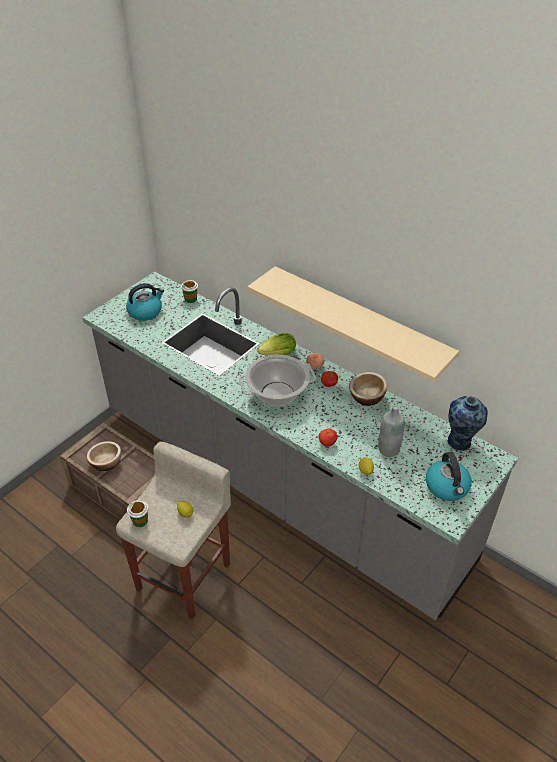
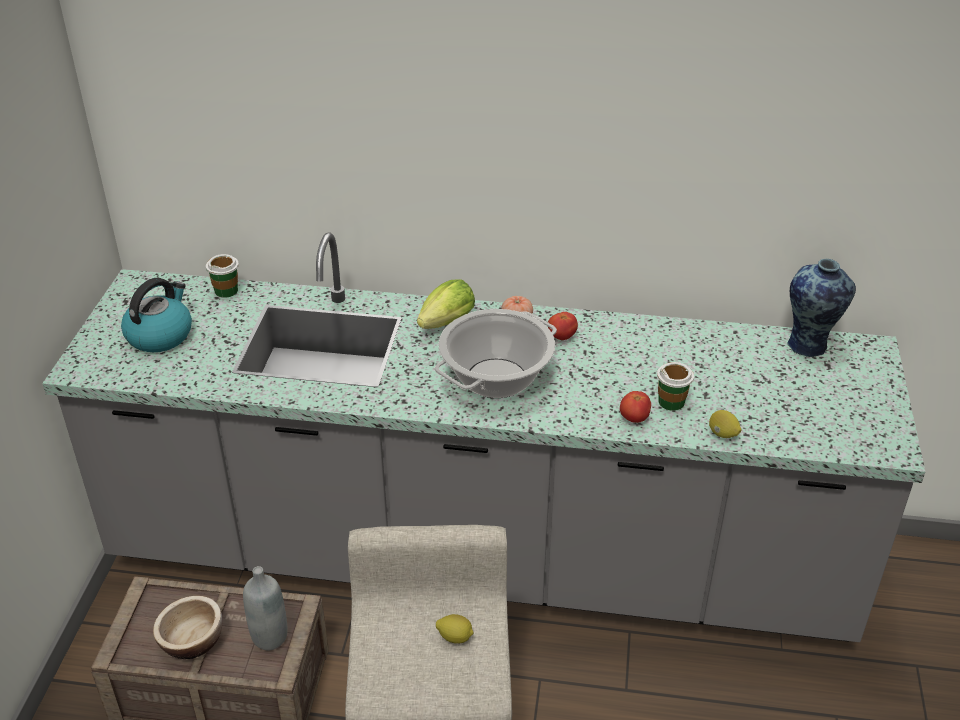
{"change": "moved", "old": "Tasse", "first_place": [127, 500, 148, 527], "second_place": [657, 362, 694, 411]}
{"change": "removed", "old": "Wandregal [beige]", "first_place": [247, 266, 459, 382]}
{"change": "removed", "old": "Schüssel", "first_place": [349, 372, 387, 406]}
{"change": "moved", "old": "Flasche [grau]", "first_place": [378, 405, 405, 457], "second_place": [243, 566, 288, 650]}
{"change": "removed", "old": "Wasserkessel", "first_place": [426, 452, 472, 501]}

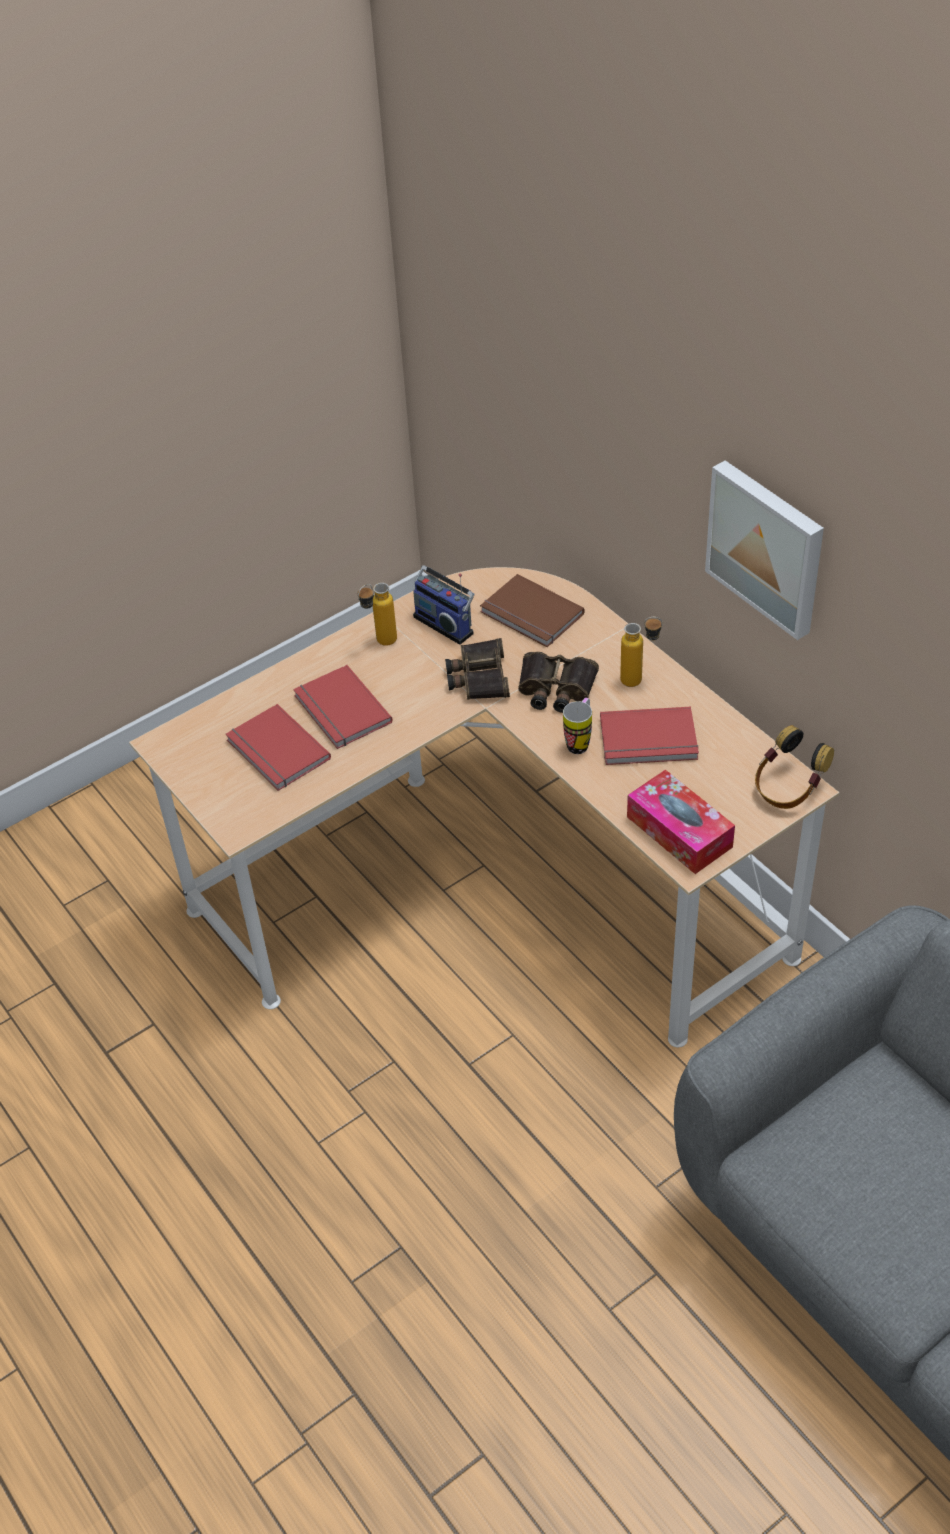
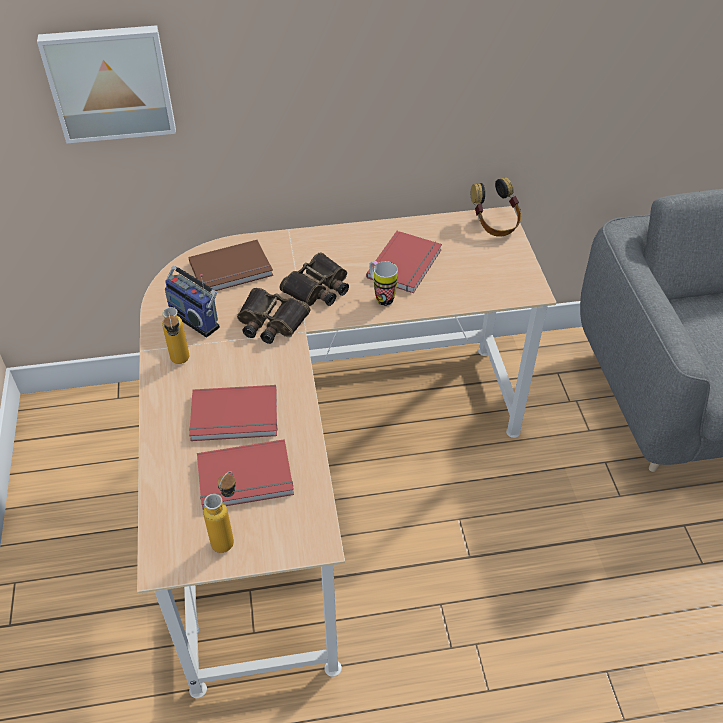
{"change": "turned", "old": "Radio", "first_place": [413, 565, 474, 645], "second_place": [165, 266, 220, 338], "degrees": 60}
{"change": "moved", "old": "Flasche", "first_place": [620, 617, 663, 687], "second_place": [203, 471, 236, 553]}
{"change": "removed", "old": "Taschentuchbox", "first_place": [627, 770, 735, 874]}
{"change": "moved", "old": "Bild", "first_place": [705, 460, 824, 640], "second_place": [37, 25, 176, 144]}

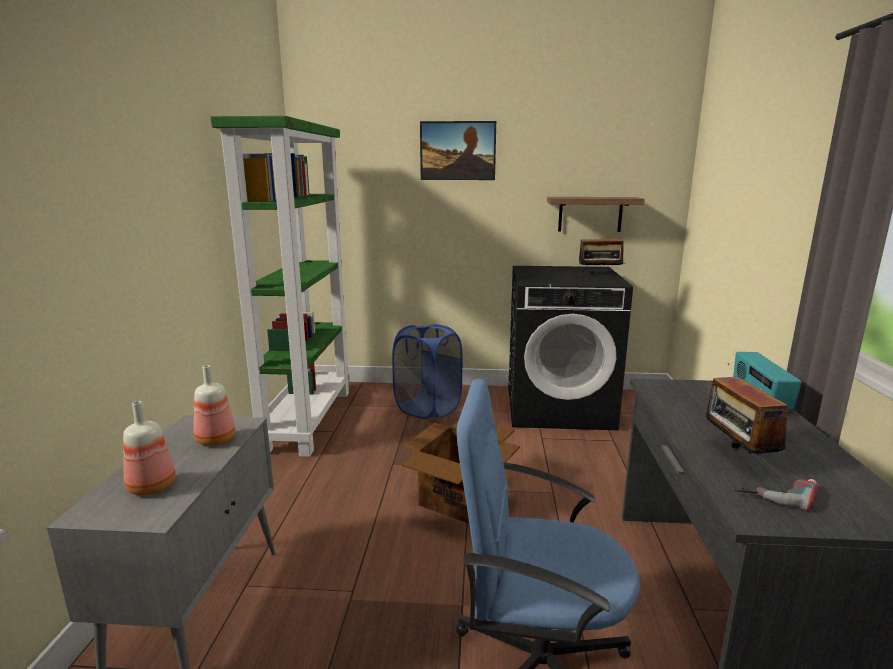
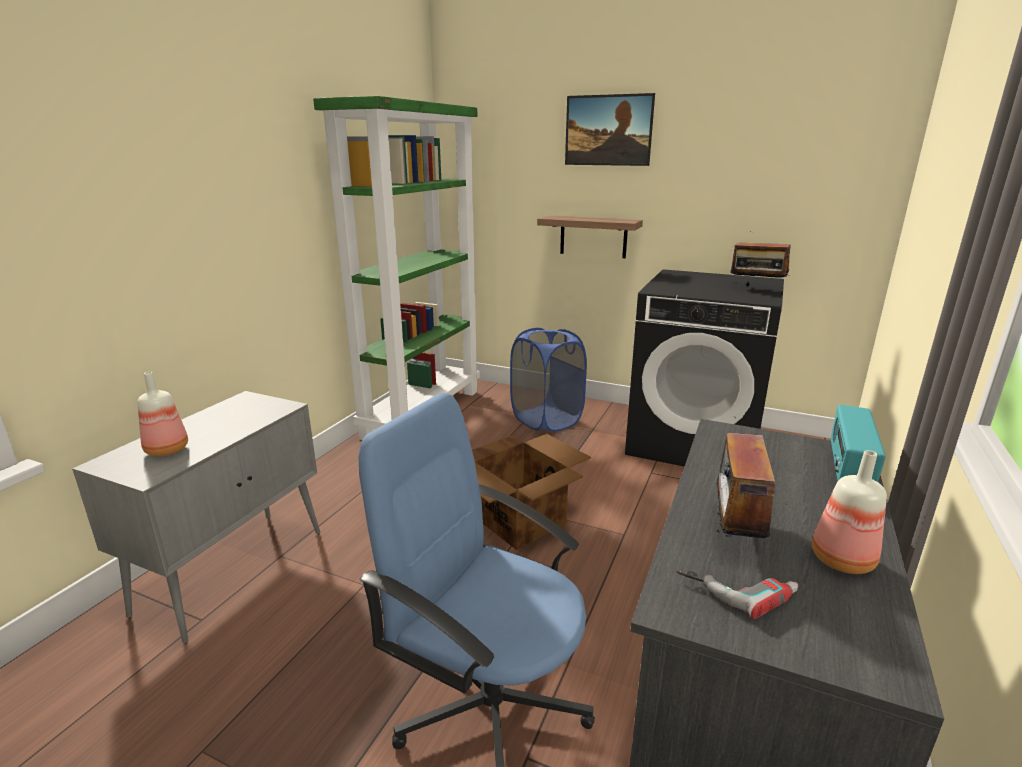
{"change": "moved", "old": "Flasche", "first_place": [194, 365, 236, 446], "second_place": [812, 450, 887, 574]}
{"change": "moved", "old": "Wandregal", "first_place": [547, 197, 645, 232], "second_place": [537, 215, 643, 258]}

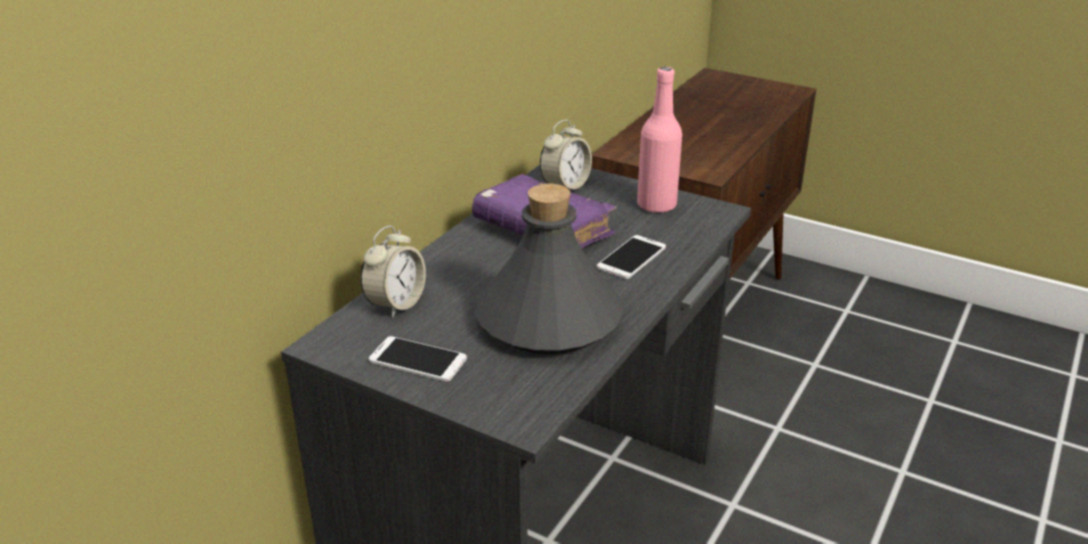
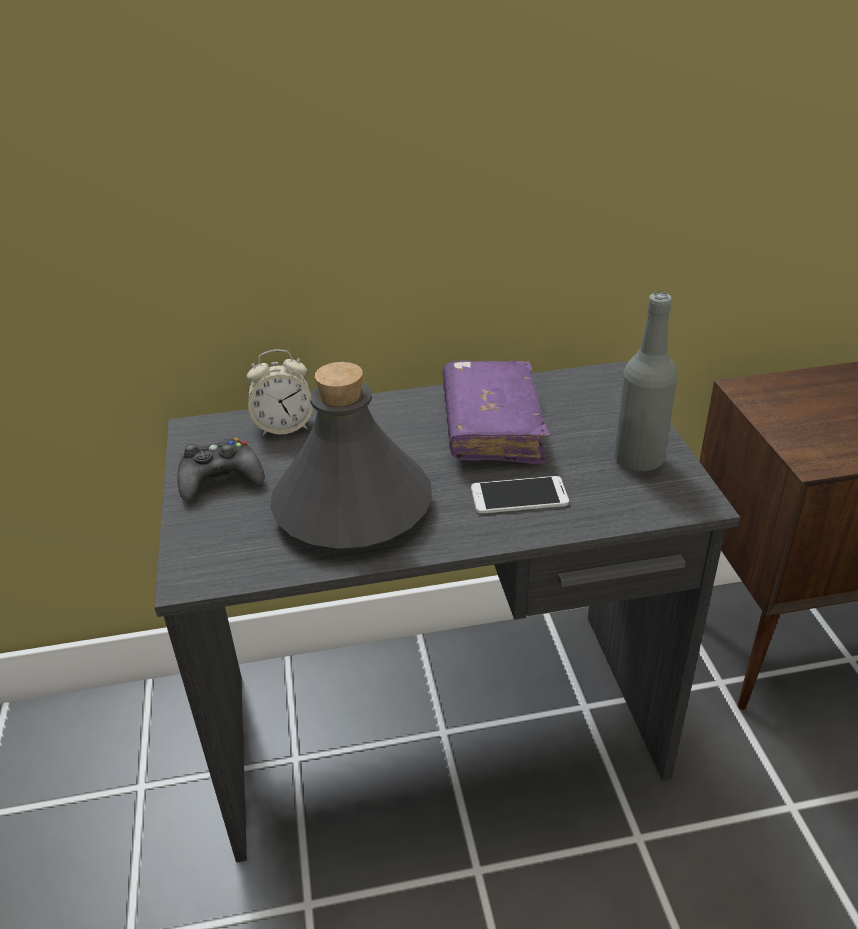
{"change": "replaced", "old": "Handy", "new": "Gamepad [schwarz]", "first_place": [369, 336, 467, 382], "second_place": [177, 438, 265, 501]}
{"change": "removed", "old": "Wecker", "first_place": [540, 120, 592, 189]}
{"change": "recoloured", "old": "Flasche [rosa]", "new": "Flasche [grau]", "first_place": [637, 67, 682, 213], "second_place": [614, 292, 678, 472]}

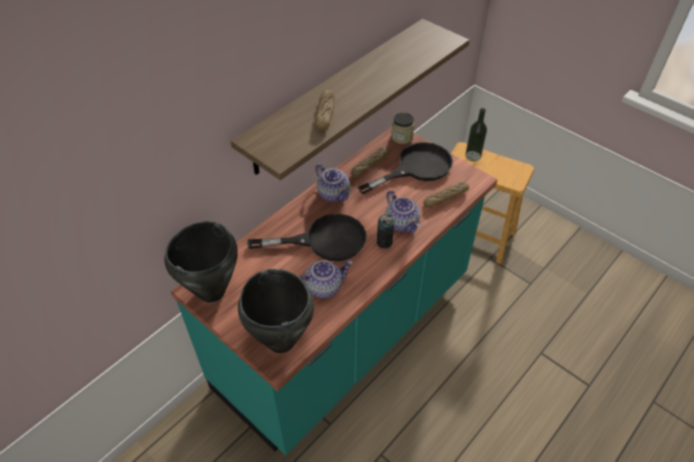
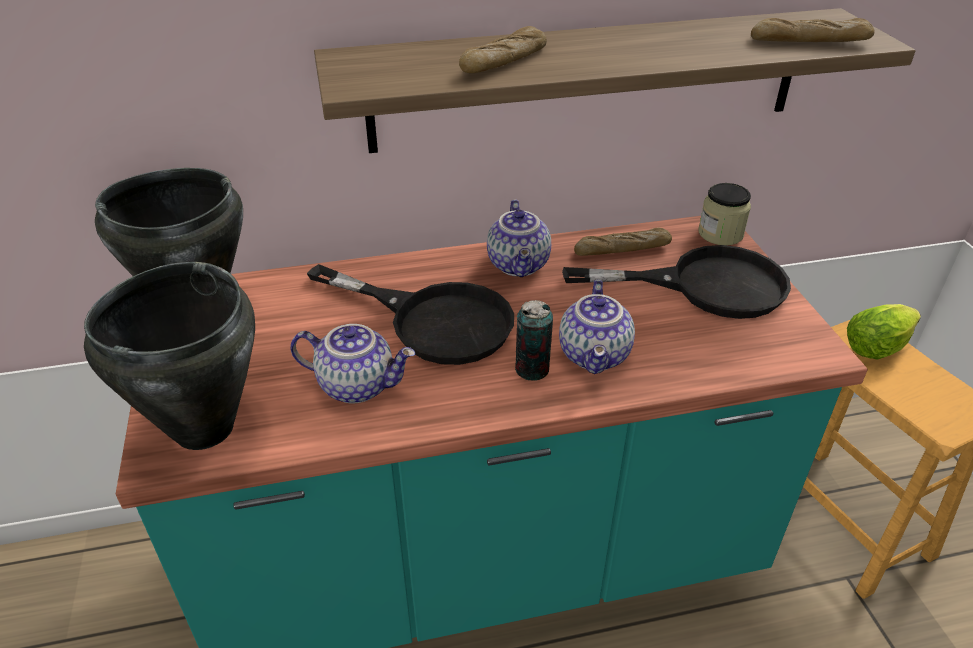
{"change": "moved", "old": "Brot", "first_place": [423, 182, 469, 207], "second_place": [751, 18, 874, 42]}
{"change": "replaced", "old": "Flasche", "new": "Salatkopf", "first_place": [465, 108, 487, 161], "second_place": [847, 304, 921, 360]}

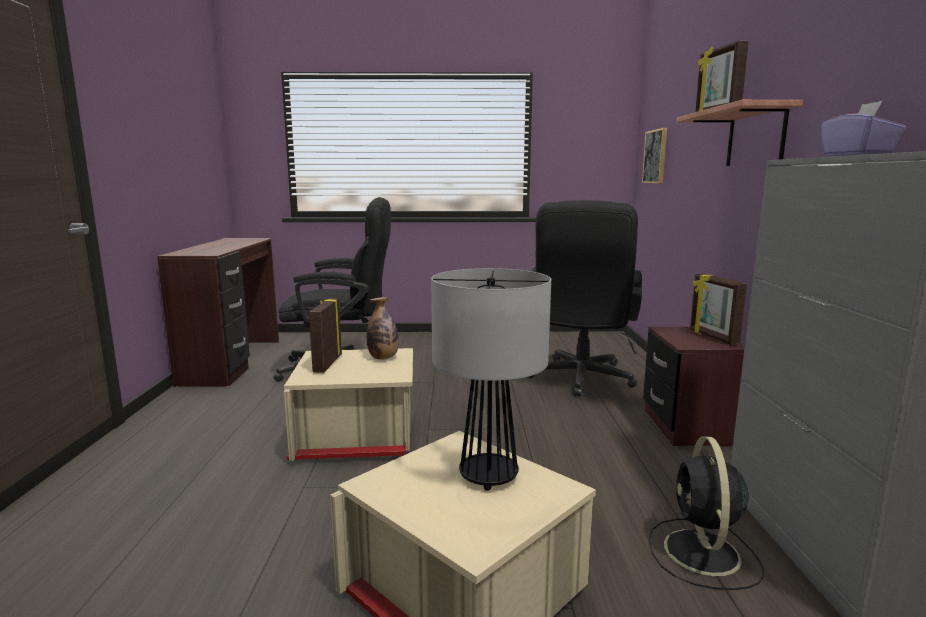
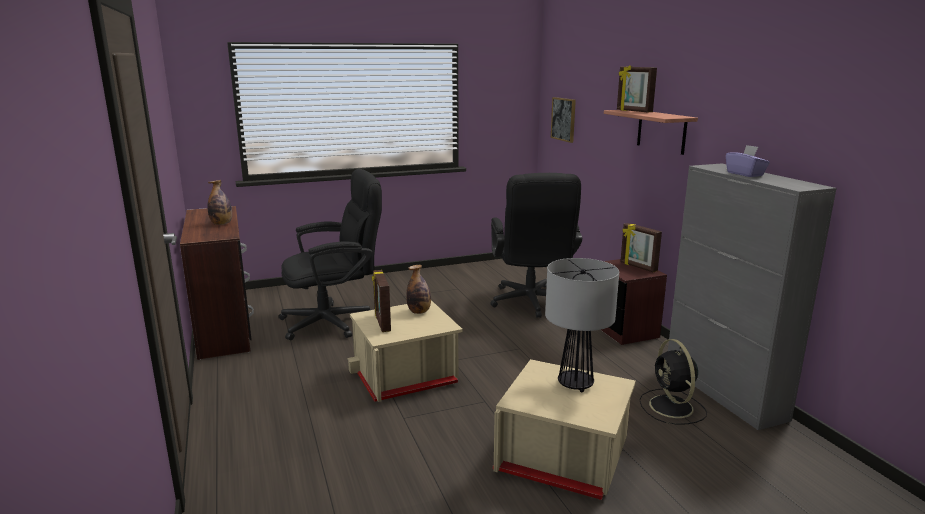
{"change": "added", "new": "Flasche", "second_place": [207, 180, 232, 225]}

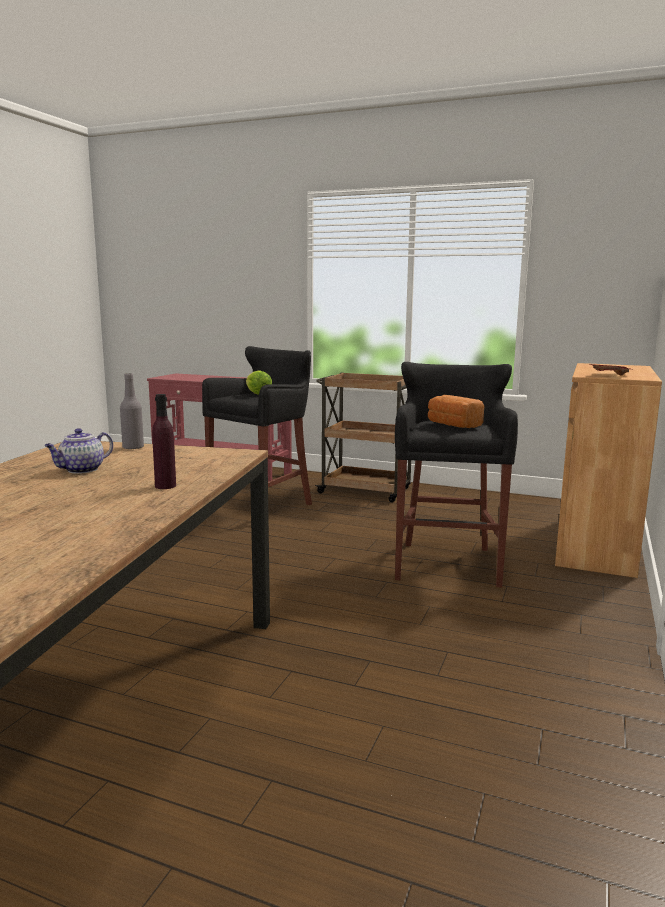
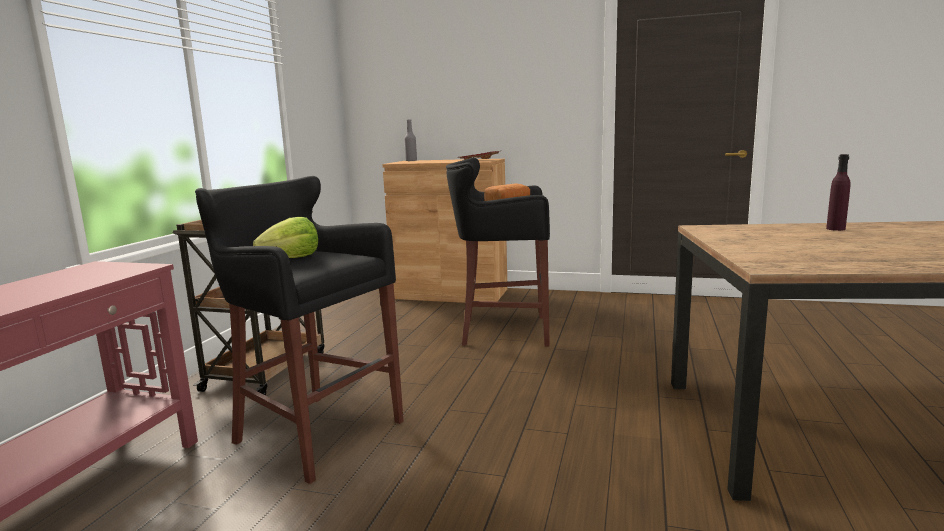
{"change": "removed", "old": "Teekanne", "first_place": [44, 428, 113, 474]}
{"change": "moved", "old": "Flasche [grau]", "first_place": [120, 373, 144, 449], "second_place": [404, 119, 417, 161]}

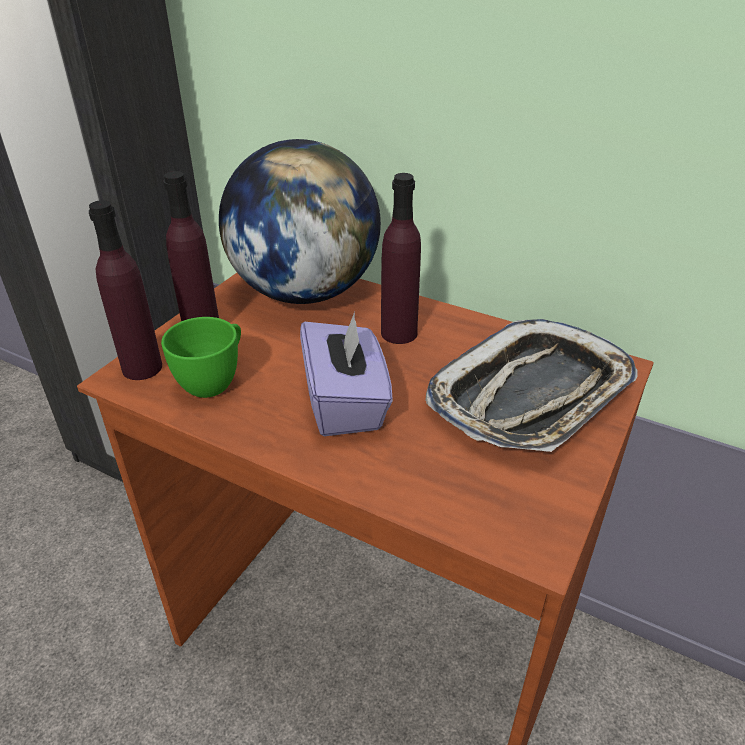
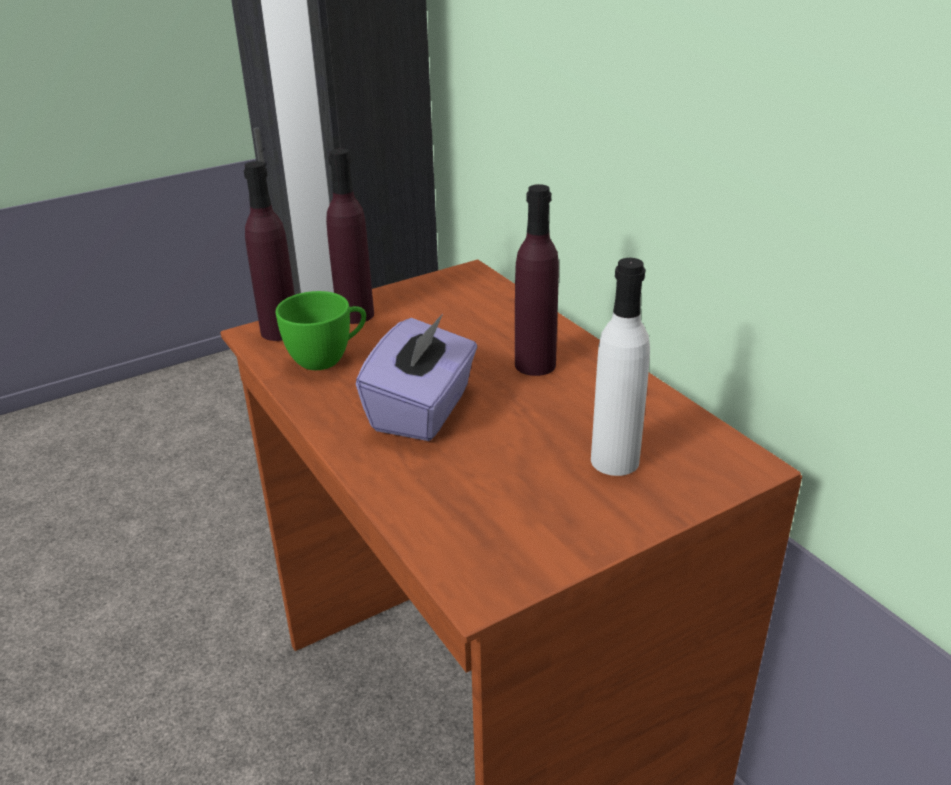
{"change": "removed", "old": "Globus", "first_place": [219, 139, 381, 304]}
{"change": "replaced", "old": "Tablett", "new": "Flasche [weiß]", "first_place": [425, 319, 638, 452], "second_place": [591, 258, 650, 476]}

